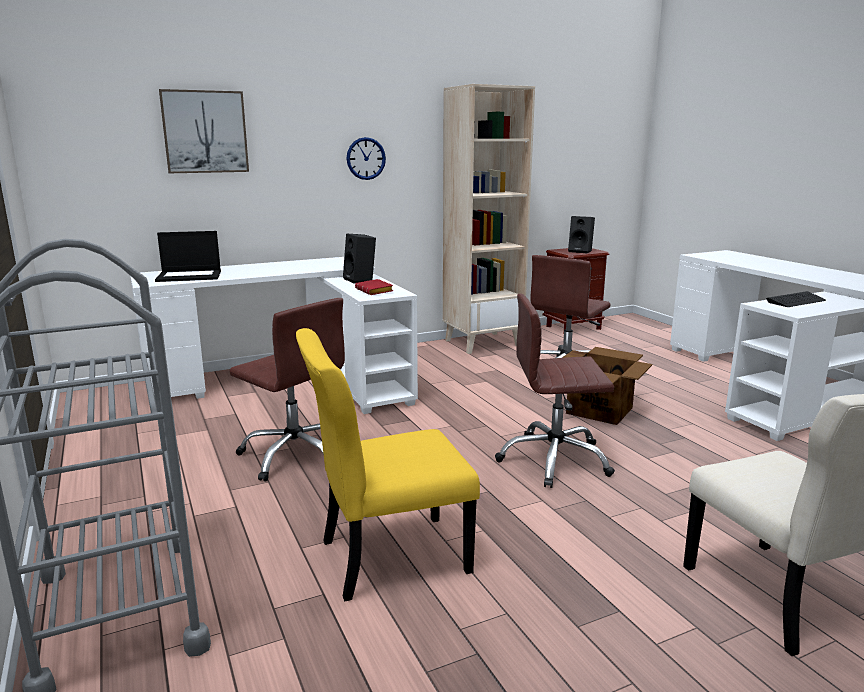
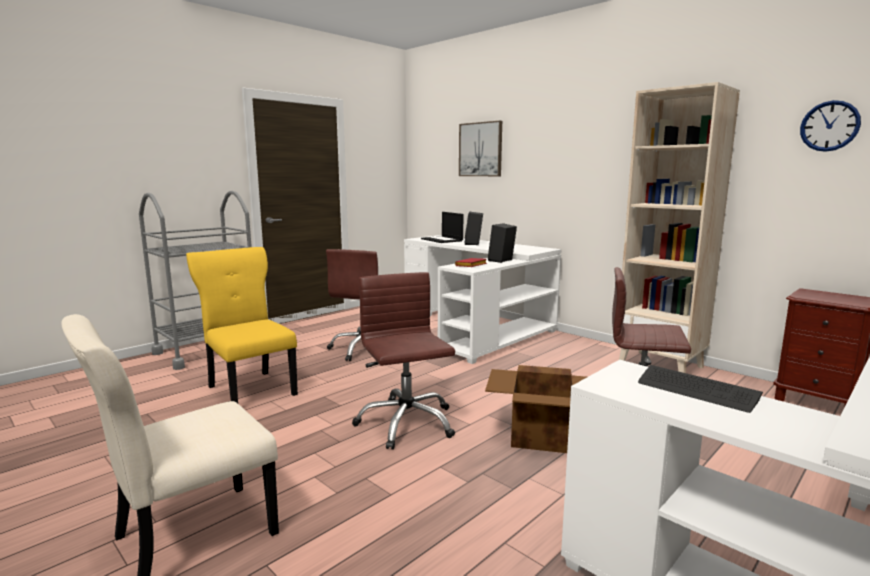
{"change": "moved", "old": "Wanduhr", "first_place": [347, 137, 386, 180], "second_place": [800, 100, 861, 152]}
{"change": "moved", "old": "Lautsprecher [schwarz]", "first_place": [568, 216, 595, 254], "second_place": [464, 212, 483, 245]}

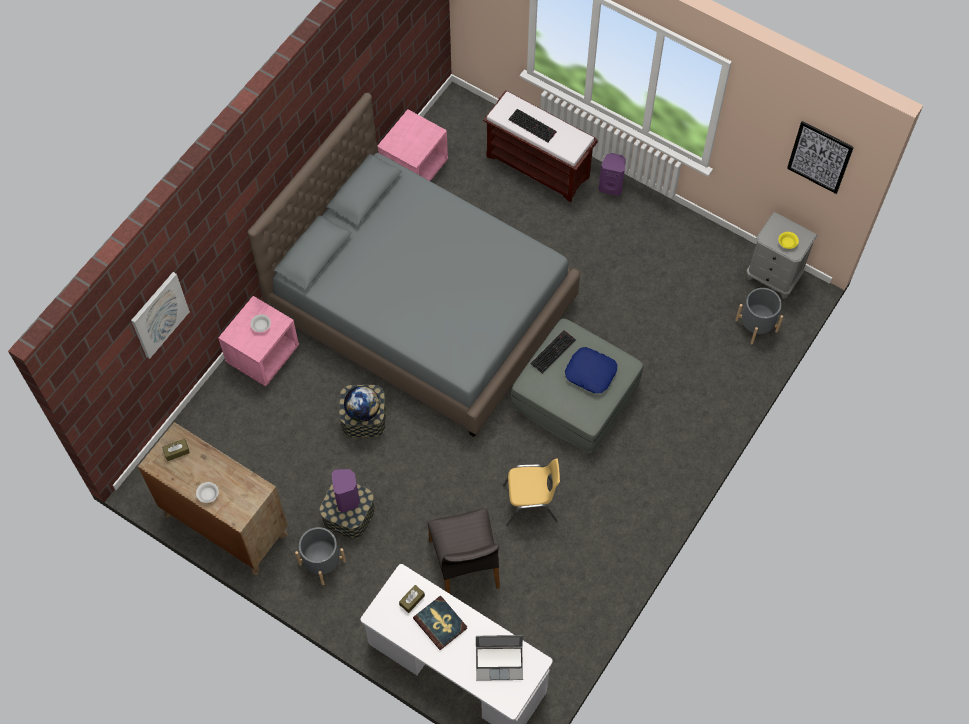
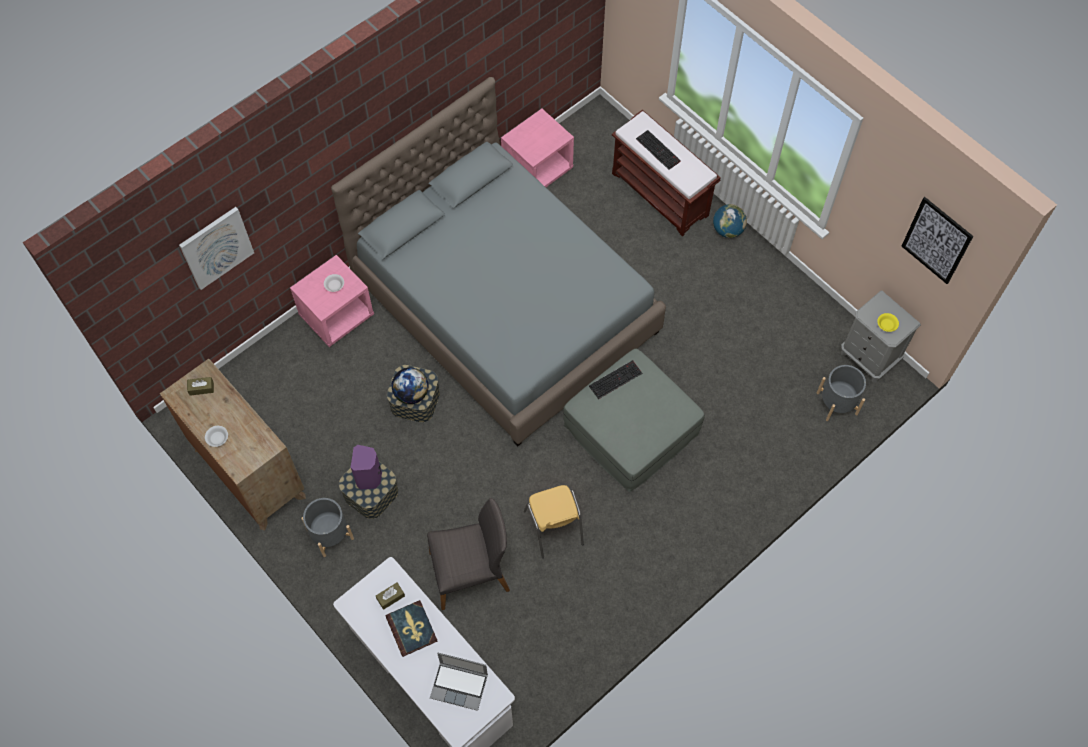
{"change": "turned", "old": "Stuhl [grau]", "first_place": [428, 508, 500, 594], "second_place": [427, 498, 510, 610], "degrees": -105}
{"change": "turned", "old": "Stuhl [gelb]", "first_place": [503, 458, 560, 527], "second_place": [524, 485, 584, 558], "degrees": 60}
{"change": "removed", "old": "Kissen [blau]", "first_place": [565, 347, 617, 394]}
{"change": "replaced", "old": "Lautsprecher [lila]", "new": "Globus", "first_place": [598, 153, 626, 196], "second_place": [713, 204, 747, 238]}

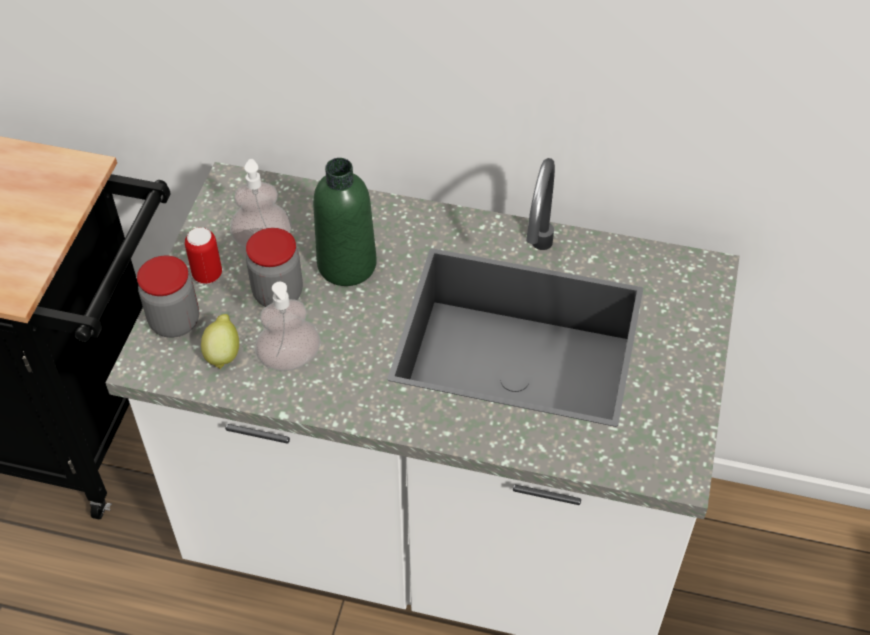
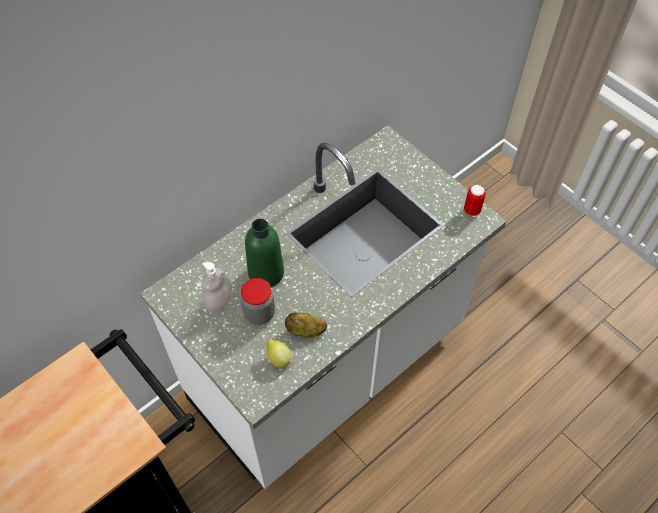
{"change": "removed", "old": "Vorratsglas", "first_place": [137, 256, 199, 338]}
{"change": "moved", "old": "Dose", "first_place": [185, 227, 222, 284], "second_place": [464, 185, 486, 216]}
{"change": "replaced", "old": "Seifenspender", "new": "Kartoffel", "first_place": [255, 282, 321, 371], "second_place": [285, 312, 327, 338]}

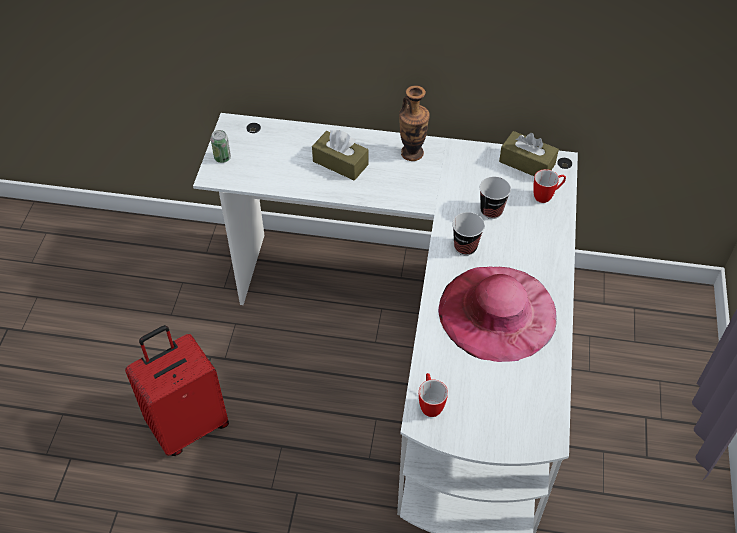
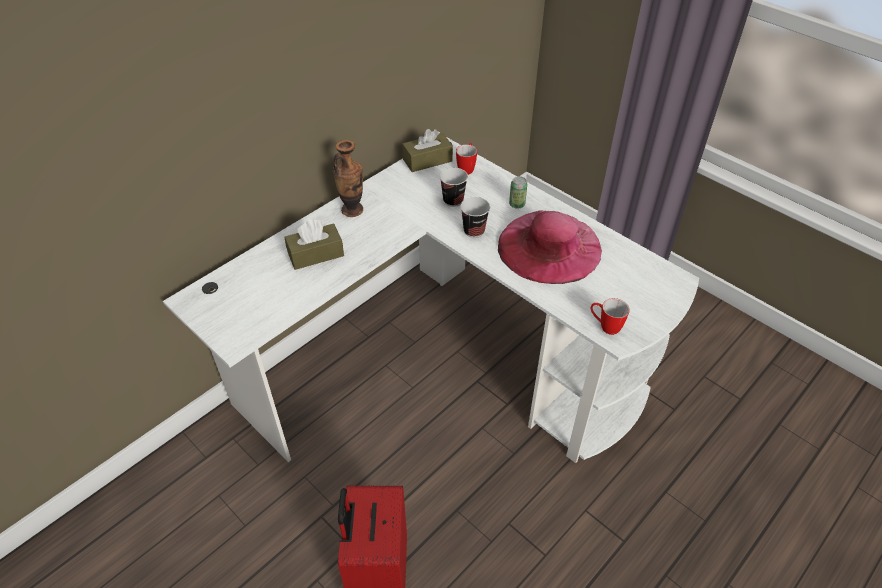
{"change": "moved", "old": "Dose", "first_place": [211, 130, 231, 163], "second_place": [509, 176, 527, 209]}

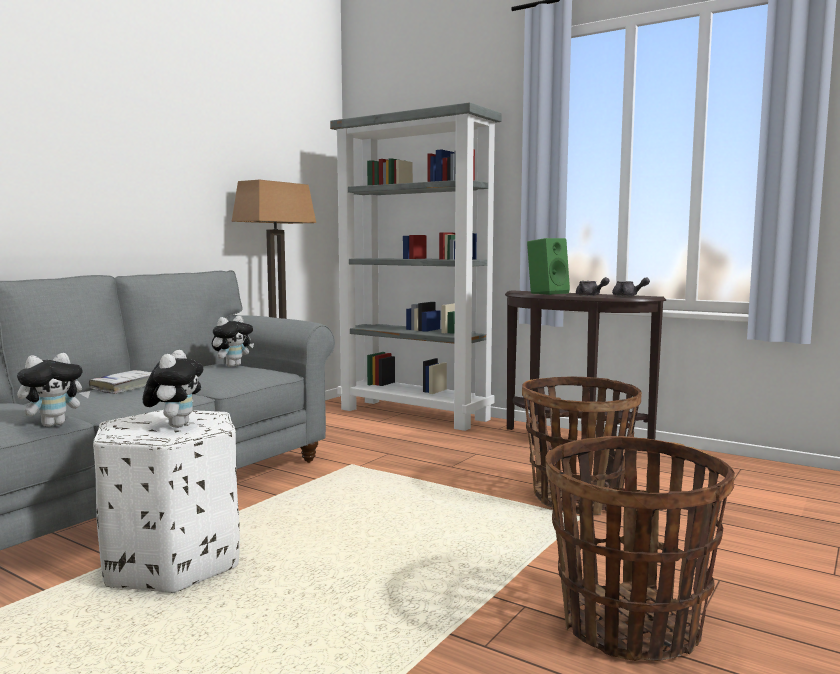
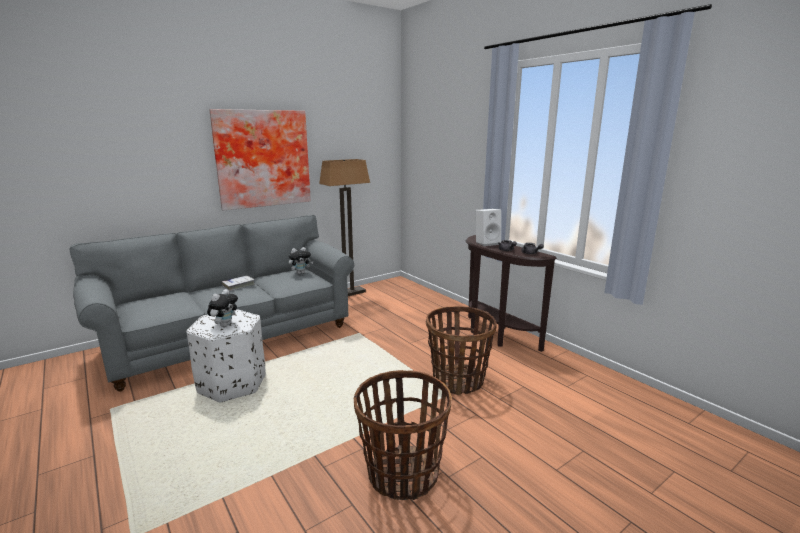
{"change": "removed", "old": "Plüschtier", "first_place": [17, 353, 90, 427]}
{"change": "removed", "old": "Bücherregal [grau]", "first_place": [330, 102, 502, 431]}
{"change": "recoloured", "old": "Lautsprecher [grün]", "new": "Lautsprecher [weiß]", "first_place": [527, 238, 570, 295], "second_place": [476, 209, 501, 246]}
{"change": "added", "new": "Bild", "second_place": [209, 109, 311, 210]}

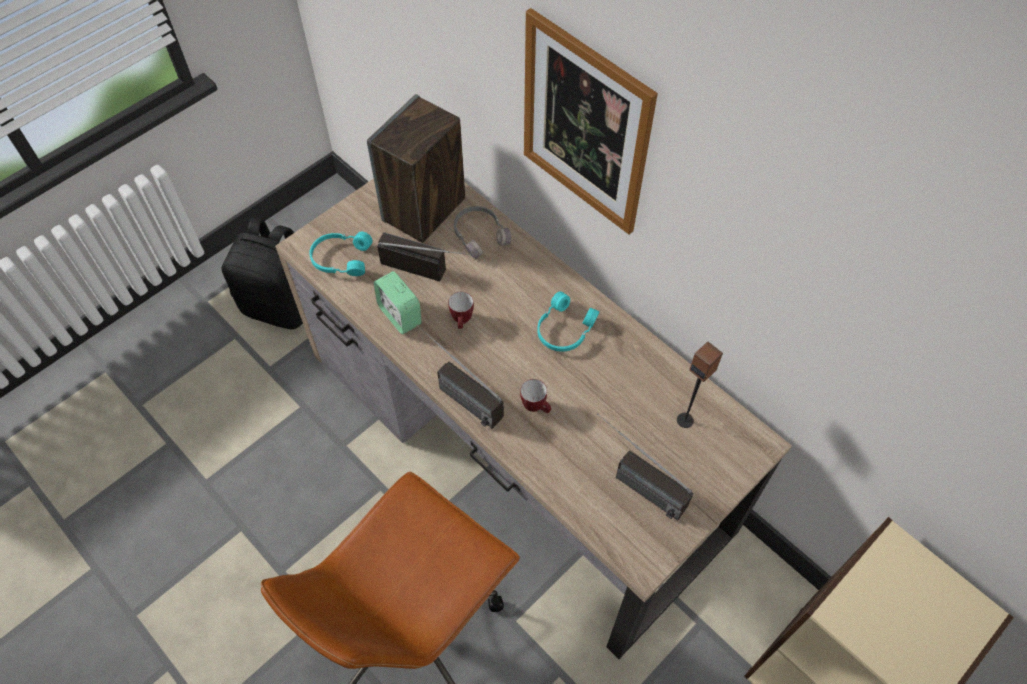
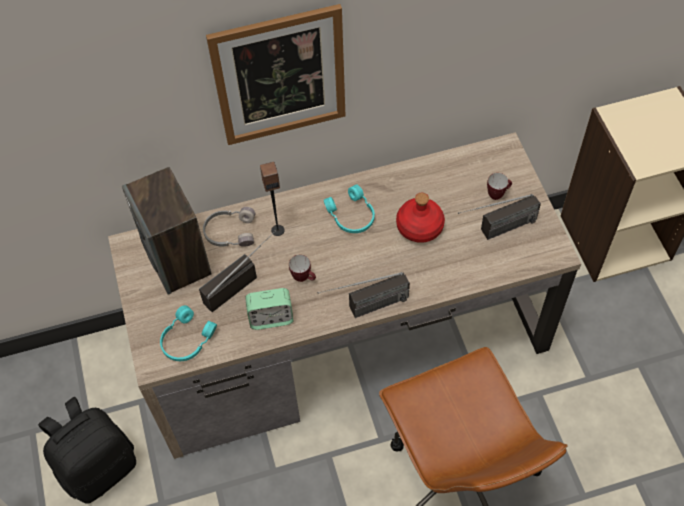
{"change": "moved", "old": "Henkelbecher", "first_place": [520, 379, 551, 413], "second_place": [487, 173, 512, 200]}
{"change": "moved", "old": "Lautsprecher", "first_place": [677, 342, 723, 428], "second_place": [260, 161, 285, 236]}
{"change": "added", "new": "Flasche [rot]", "second_place": [396, 193, 445, 243]}

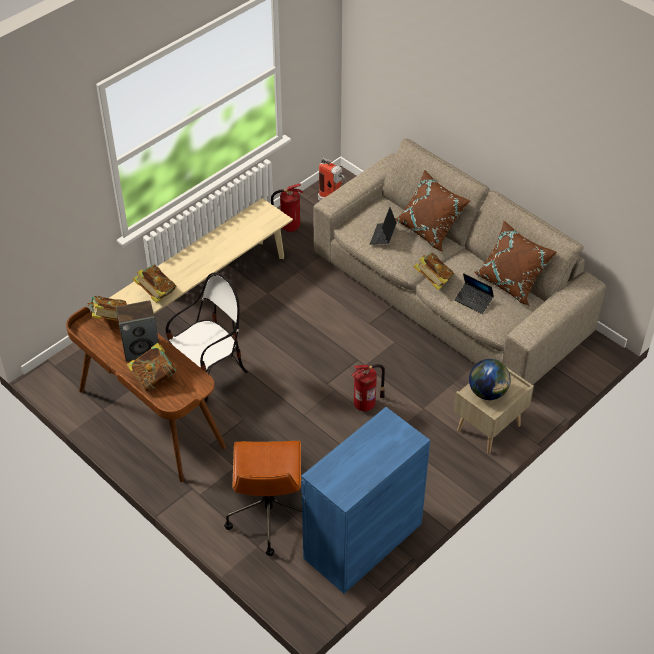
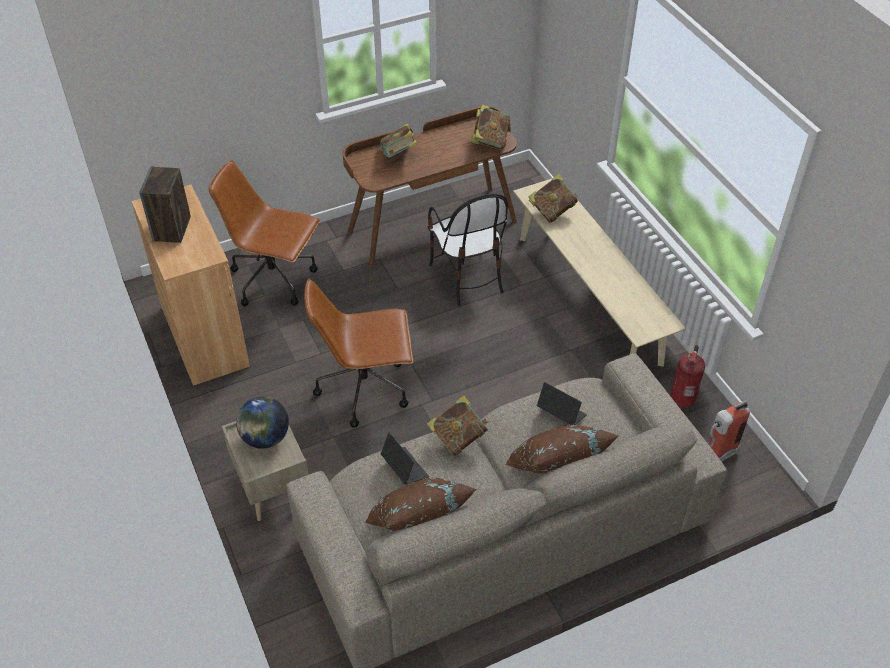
{"change": "moved", "old": "Lautsprecher", "first_place": [116, 300, 159, 361], "second_place": [139, 166, 191, 243]}
{"change": "recoloured", "old": "Schrank [blau]", "new": "Schrank [braun]", "first_place": [301, 407, 430, 594], "second_place": [131, 185, 250, 386]}
{"change": "replaced", "old": "Feuerlöscher", "new": "Bürostuhl [braun]", "first_place": [351, 364, 385, 411], "second_place": [304, 278, 413, 428]}
{"change": "turned", "old": "Laptop", "first_place": [455, 273, 494, 314], "second_place": [381, 432, 429, 485], "degrees": 90}

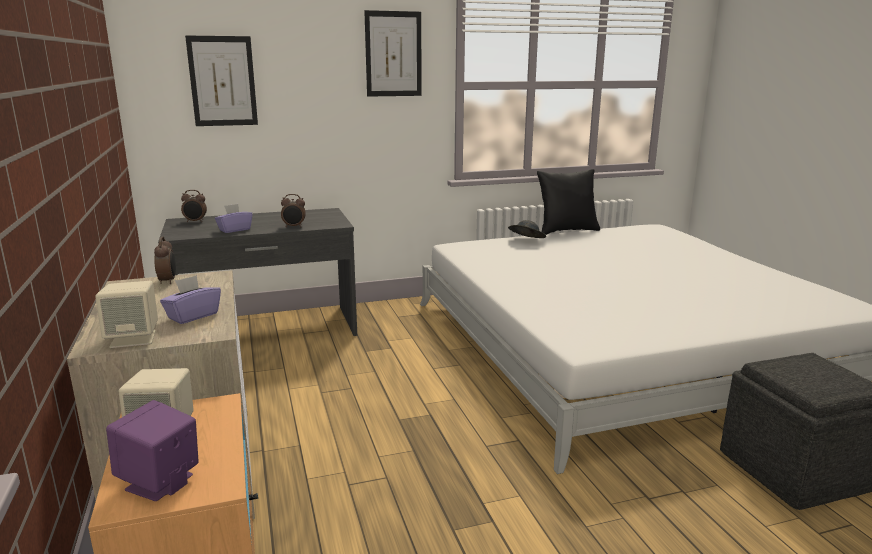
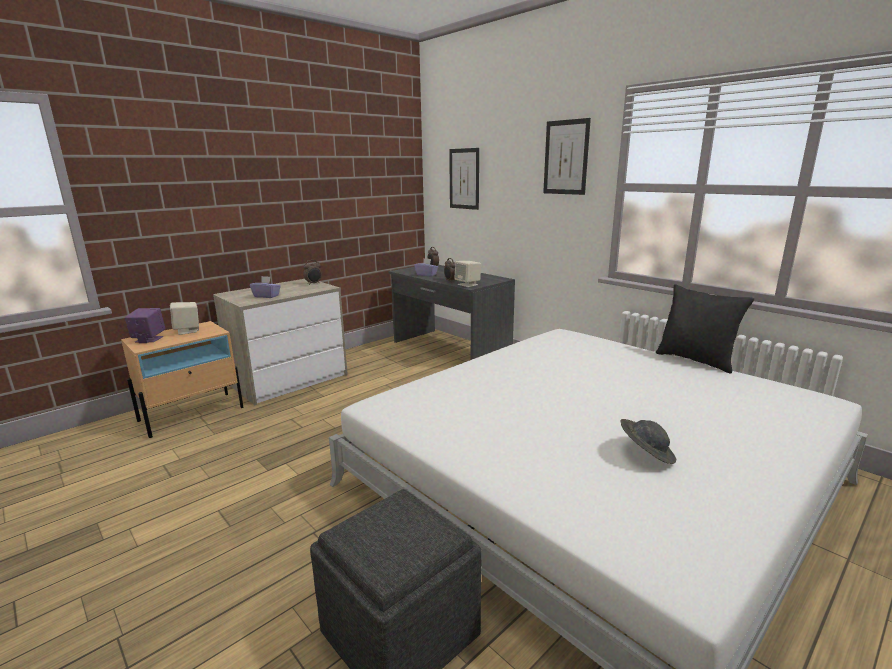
{"change": "moved", "old": "Lautsprecher [beige]", "first_place": [95, 281, 158, 348], "second_place": [454, 261, 481, 287]}
{"change": "moved", "old": "Hut [grau]", "first_place": [508, 220, 546, 238], "second_place": [620, 419, 676, 464]}

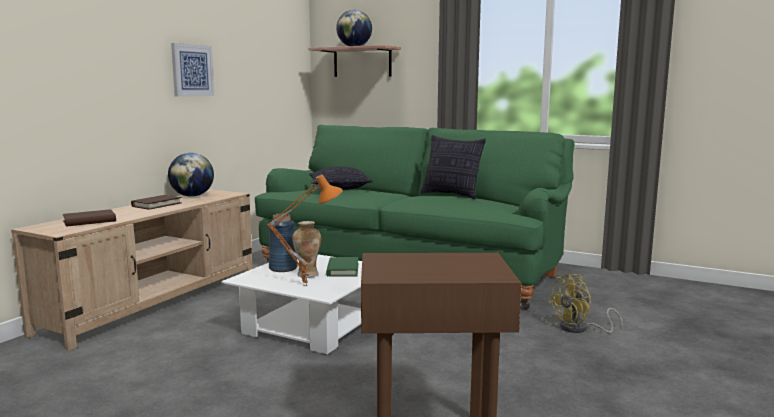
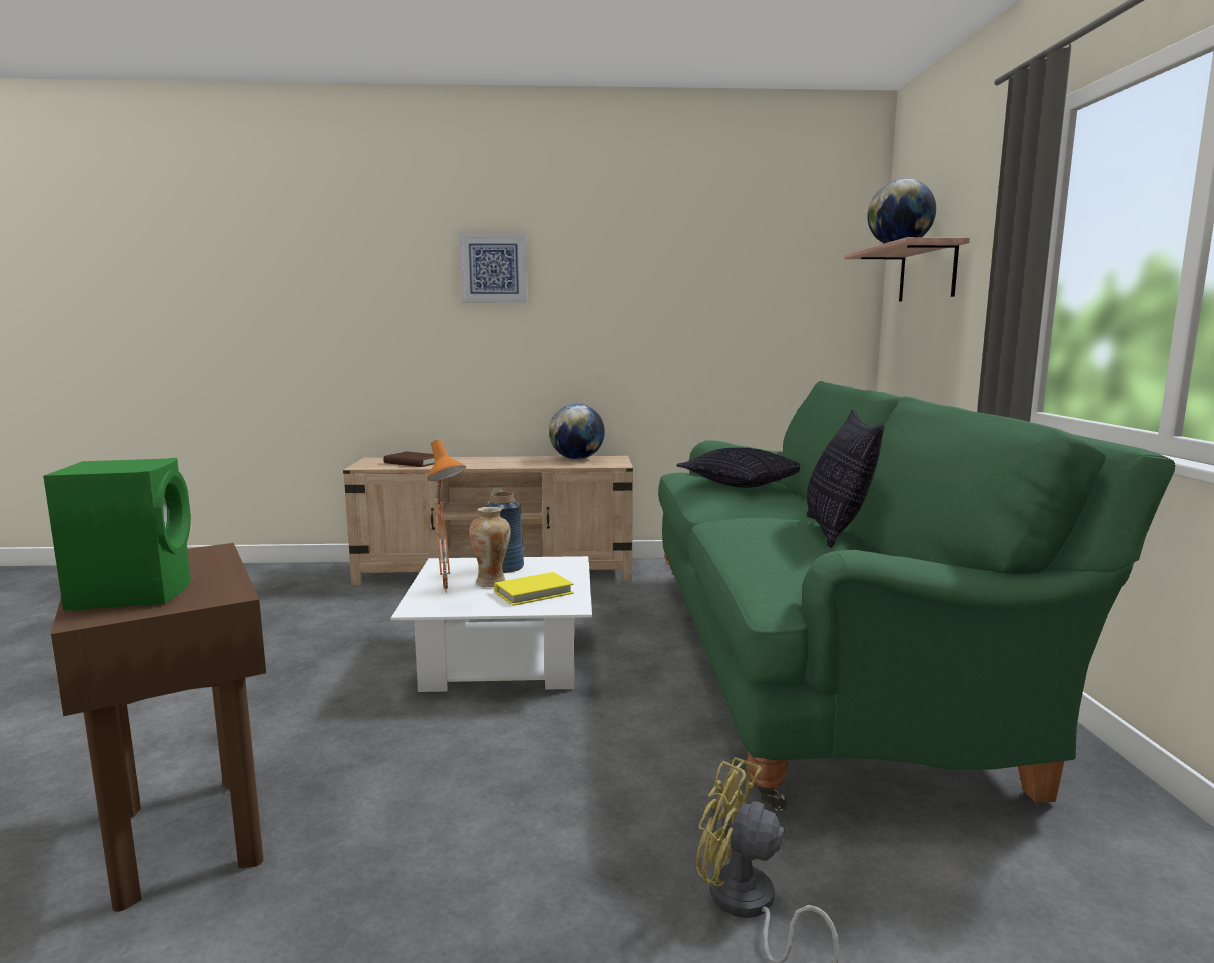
{"change": "removed", "old": "Buch [braun]", "first_place": [131, 195, 182, 210]}
{"change": "moved", "old": "Bild", "first_place": [171, 43, 215, 97], "second_place": [459, 233, 528, 303]}
{"change": "recoloured", "old": "Buch [grün]", "new": "Buch [gelb]", "first_place": [326, 257, 358, 277], "second_place": [494, 572, 573, 606]}
{"change": "added", "new": "Lautsprecher [grün]", "second_place": [43, 458, 191, 611]}

